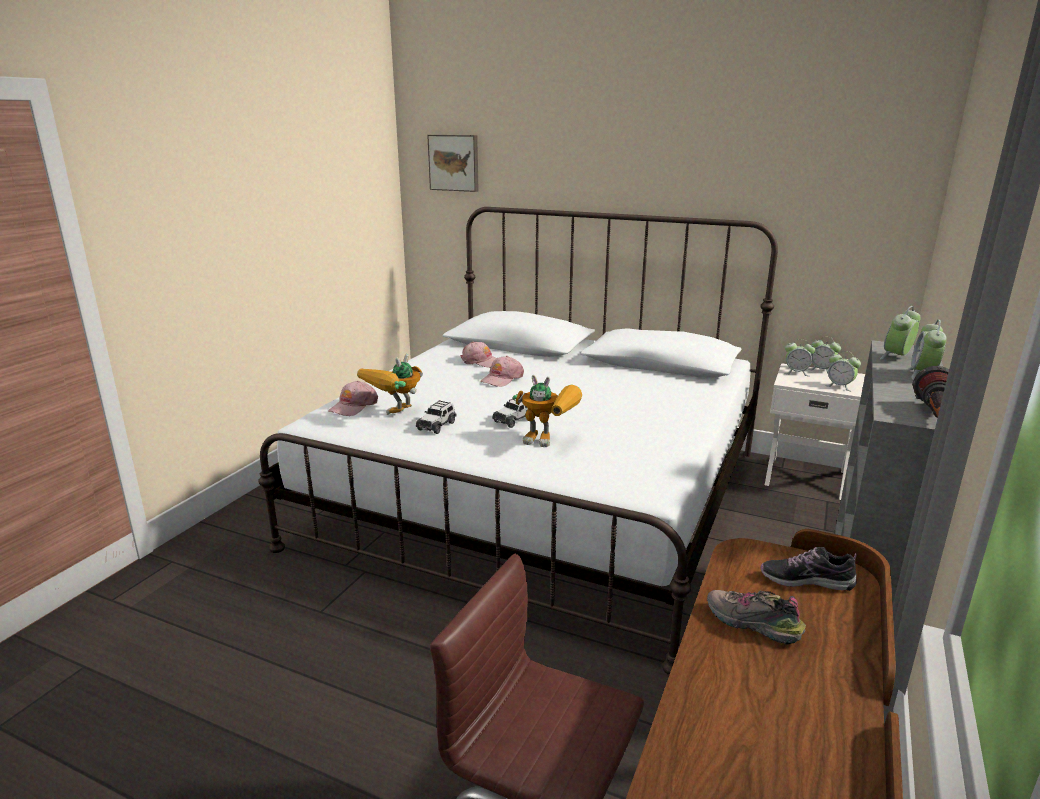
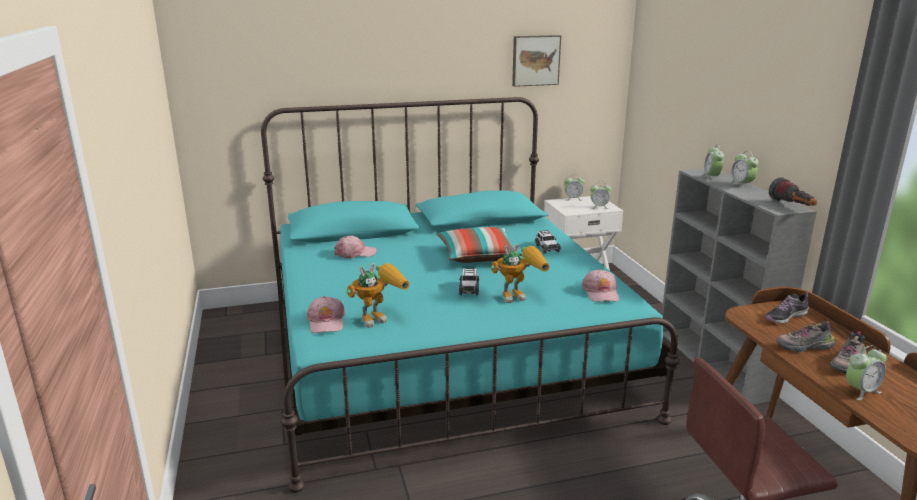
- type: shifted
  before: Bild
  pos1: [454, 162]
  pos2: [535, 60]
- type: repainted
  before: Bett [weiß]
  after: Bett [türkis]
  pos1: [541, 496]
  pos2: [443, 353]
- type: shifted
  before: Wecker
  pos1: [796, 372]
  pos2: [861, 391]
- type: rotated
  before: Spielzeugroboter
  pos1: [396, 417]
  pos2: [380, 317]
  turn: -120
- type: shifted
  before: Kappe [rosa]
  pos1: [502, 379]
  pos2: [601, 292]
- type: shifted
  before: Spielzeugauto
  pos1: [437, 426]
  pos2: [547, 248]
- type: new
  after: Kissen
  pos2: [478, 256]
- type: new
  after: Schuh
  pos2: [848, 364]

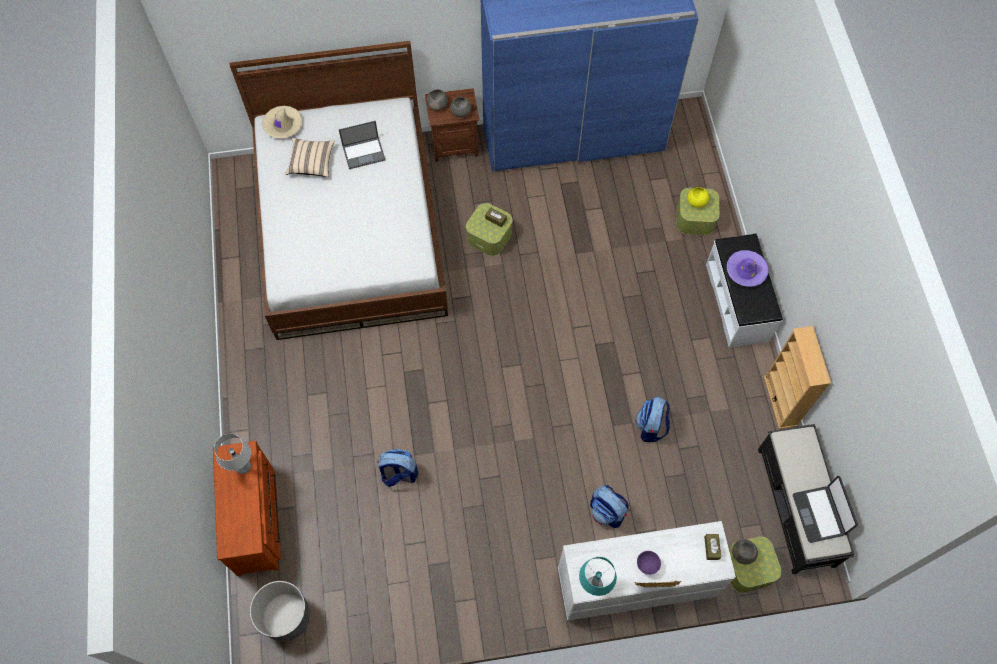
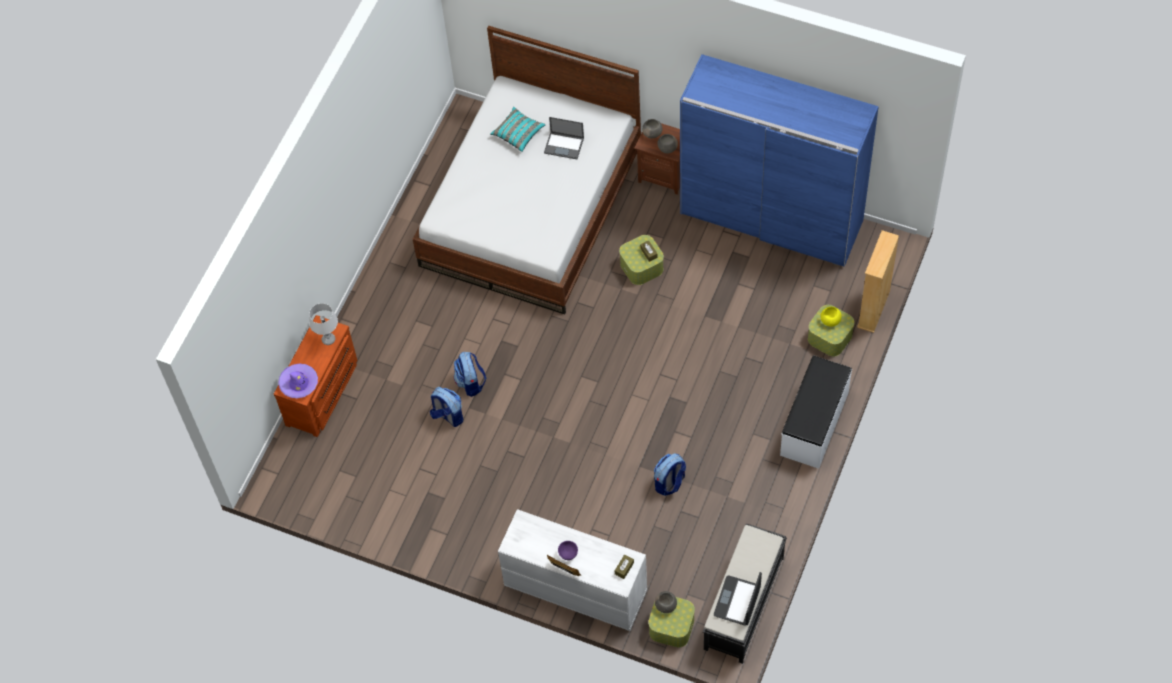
- type: gone
  before: Hut [beige]
  pos1: [283, 125]
- type: repainted
  before: Kissen [beige]
  after: Kissen [türkis]
  pos1: [311, 162]
  pos2: [518, 134]
- type: shifted
  before: Hut [lila]
  pos1: [746, 271]
  pos2: [299, 383]
- type: shifted
  before: Bücherregal [beige]
  pos1: [780, 401]
  pos2: [873, 309]
- type: shifted
  before: Rucksack
  pos1: [607, 512]
  pos2: [471, 382]
- type: gone
  before: Tischlampe [türkis]
  pos1: [594, 585]
- type: gone
  before: Pflanzkübel [grau]
  pos1: [286, 617]

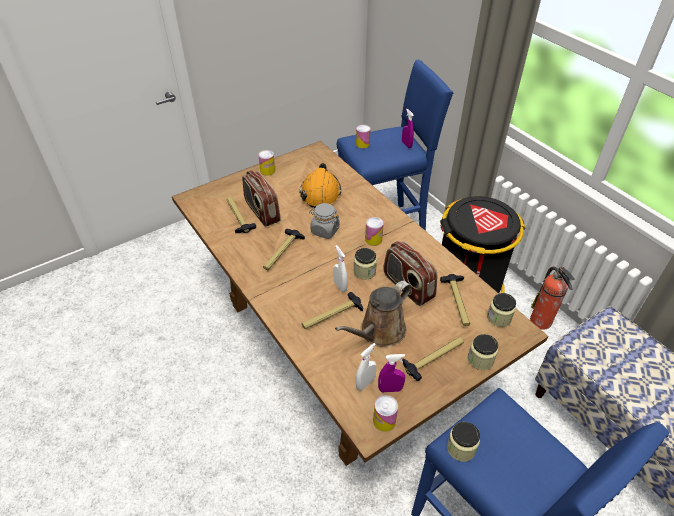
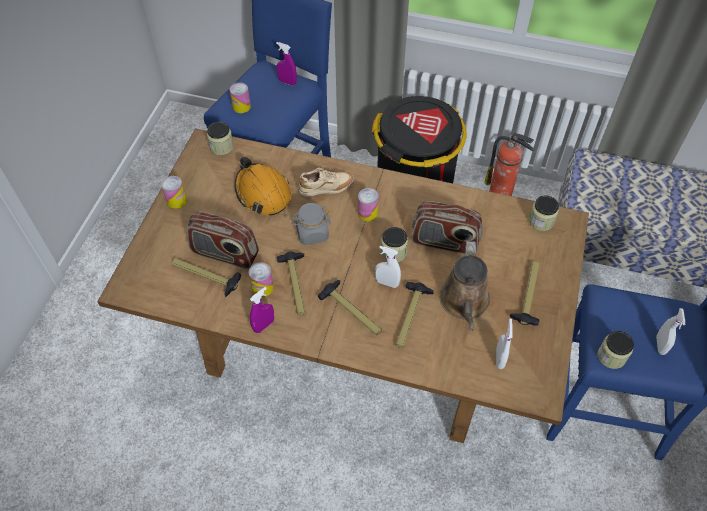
- type: shifted
  before: Hammer
  pos1: [458, 302]
  pos2: [352, 311]
- type: shifted
  before: Vorratsglas
  pos1: [480, 359]
  pos2: [221, 147]
- type: shifted
  before: Sprühflasche [lila]
  pos1: [390, 389]
  pos2: [264, 325]
- type: shifted
  before: Dose
  pos1: [384, 421]
  pos2: [262, 287]
- type: new
  after: Schuh [beige]
  pos2: [326, 189]
- type: new
  after: Sprühflasche [weiß]
  pos2: [660, 345]

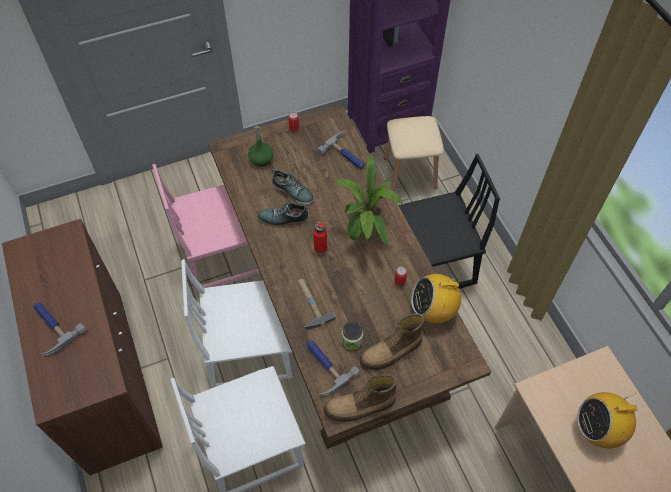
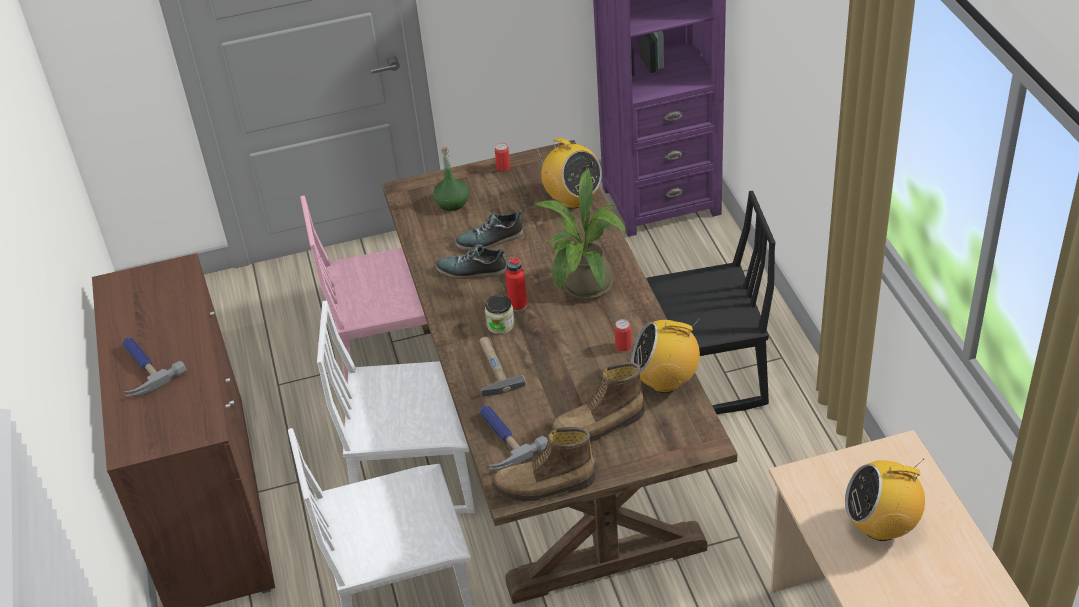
- type: gone
  before: Hocker [beige]
  pos1: [410, 172]
- type: swapped
  before: Hammer
  after: Radio
  pos1: [347, 154]
  pos2: [572, 199]
- type: rotated
  before: Schuh
  pos1: [293, 191]
  pos2: [490, 240]
  turn: 120
- type: shifted
  before: Vorratsglas
  pos1: [352, 340]
  pos2: [500, 325]

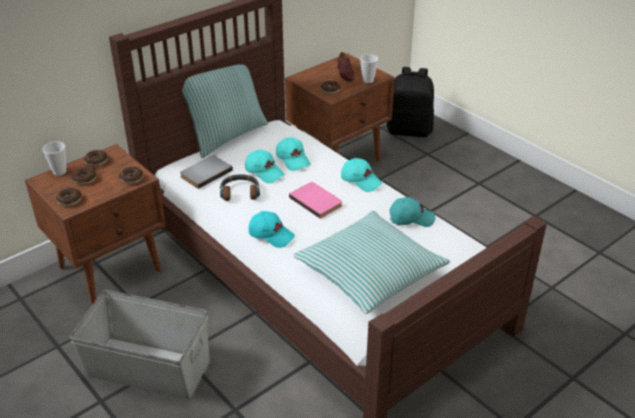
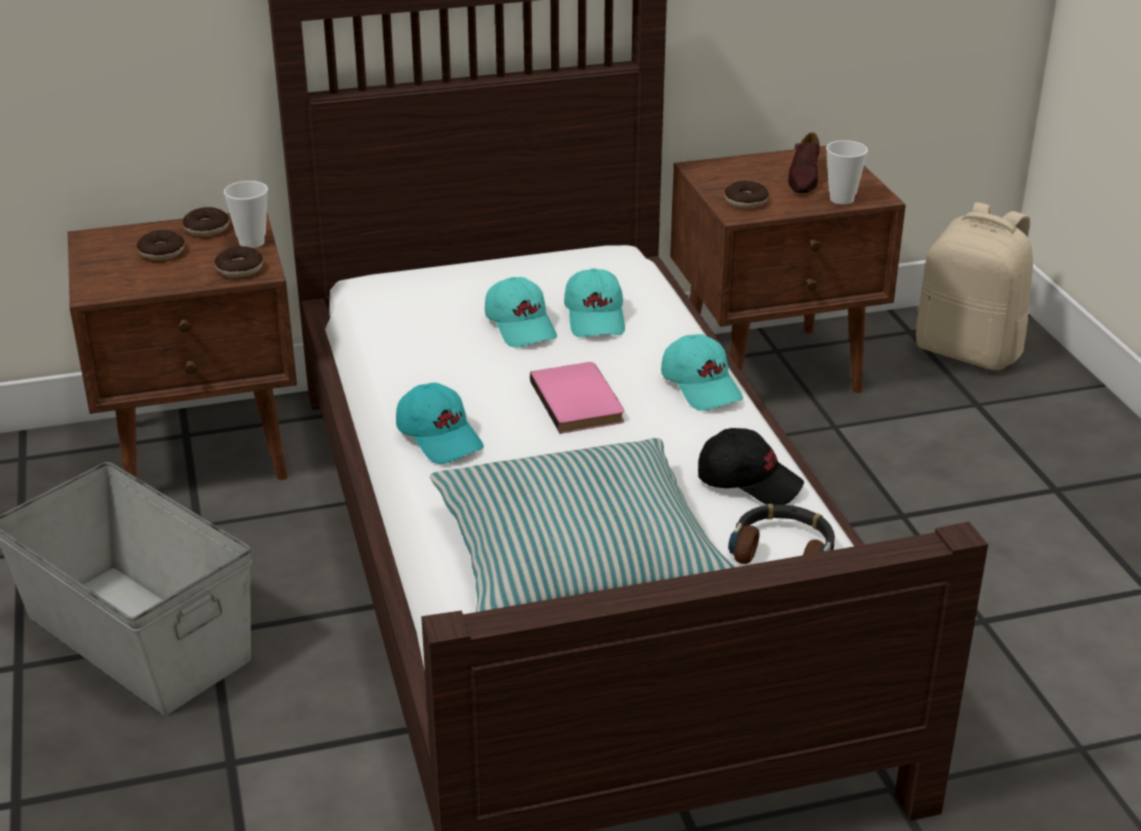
- type: gone
  before: Kissen
  pos1: [225, 135]
- type: repainted
  before: Rucksack [schwarz]
  after: Rucksack [beige]
  pos1: [409, 130]
  pos2: [969, 351]
- type: shifted
  before: Tasse
  pos1: [59, 172]
  pos2: [252, 242]
- type: gone
  before: Buch [grau]
  pos1: [205, 173]
- type: shifted
  before: Kopfhörer
  pos1: [240, 192]
  pos2: [783, 550]
- type: gone
  before: Donut
  pos1: [69, 200]
- type: repainted
  before: Kappe [türkis]
  after: Kappe [schwarz]
  pos1: [411, 218]
  pos2: [749, 482]

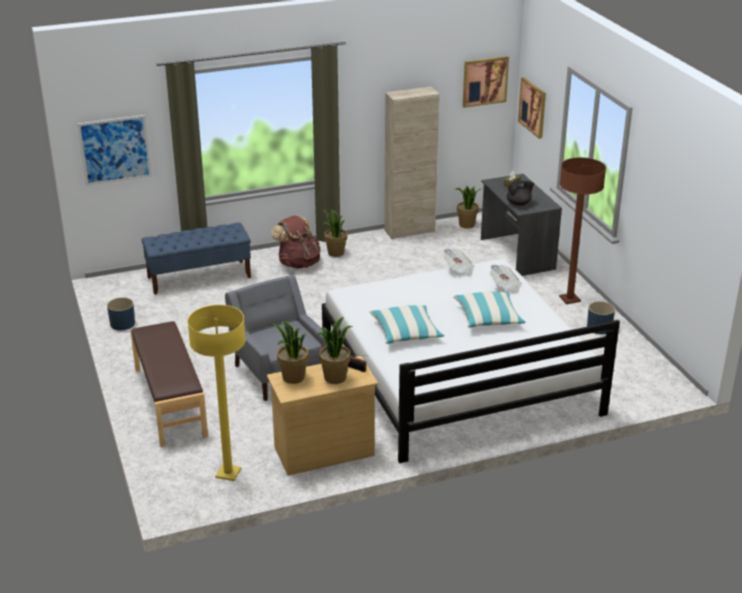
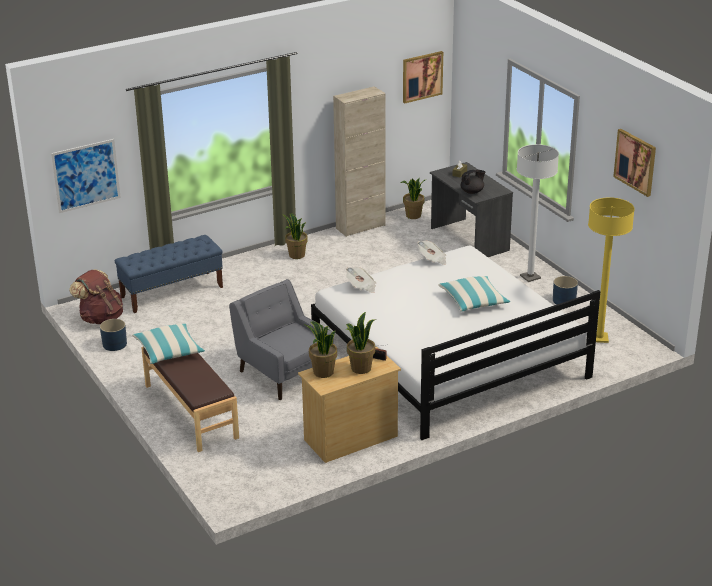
- type: shifted
  before: Bild
  pos1: [533, 107]
  pos2: [635, 162]
- type: repainted
  before: Stehlampe [braun]
  after: Stehlampe [weiß]
  pos1: [569, 299]
  pos2: [530, 277]
- type: shifted
  before: Rucksack [braun]
  pos1: [298, 263]
  pos2: [100, 318]
- type: shifted
  before: Zeitung
  pos1: [505, 287]
  pos2: [361, 287]
- type: shifted
  before: Stehlampe [gelb]
  pos1: [228, 473]
  pos2: [599, 338]
- type: shifted
  before: Kissen
  pos1: [406, 332]
  pos2: [168, 351]

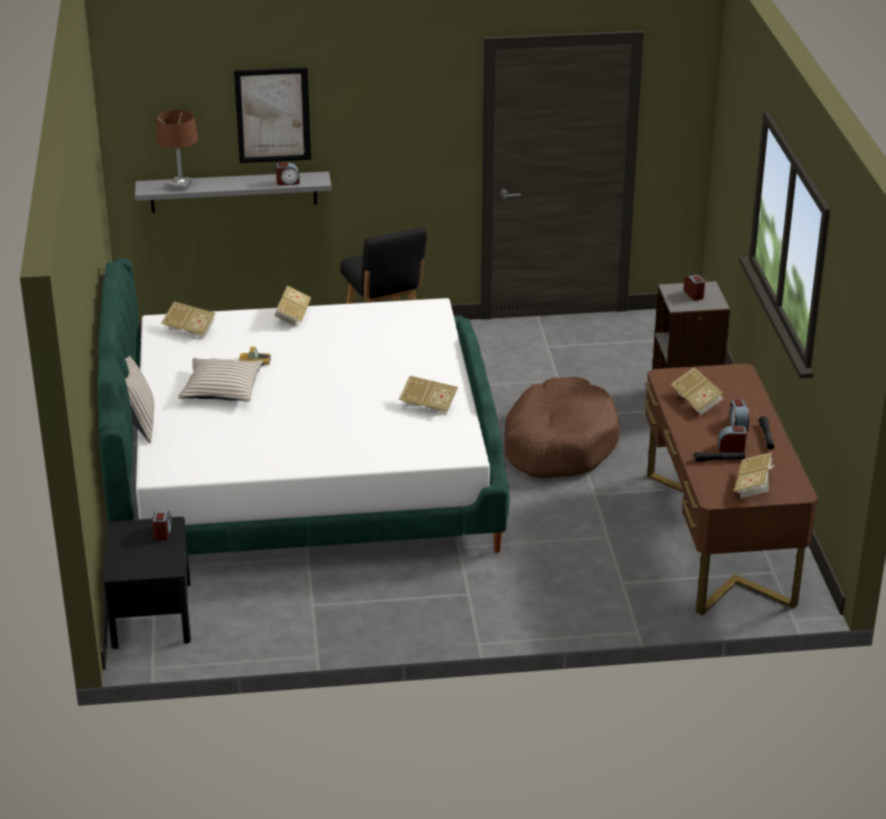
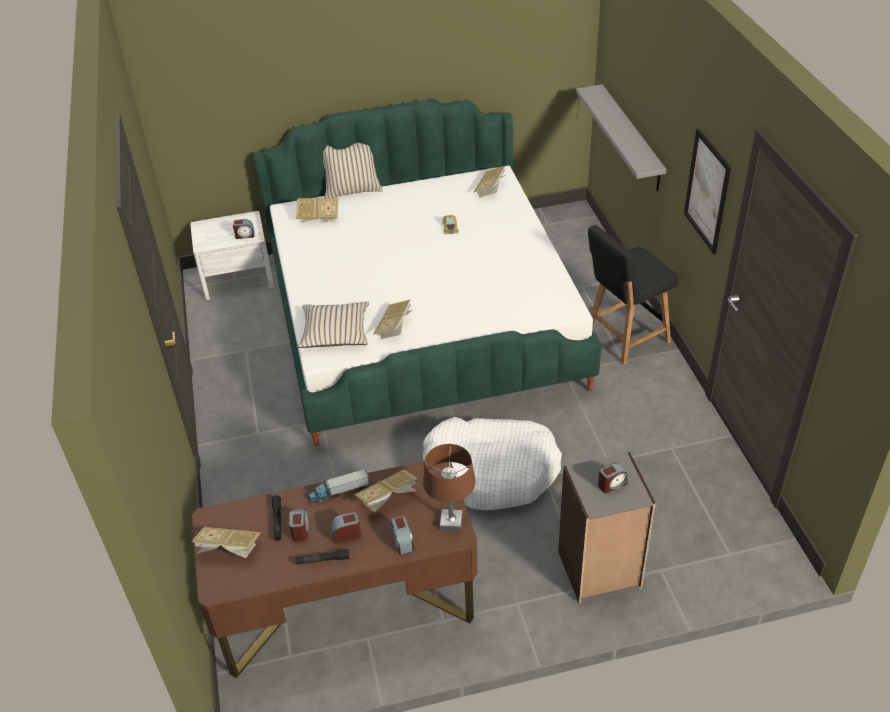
- type: shifted
  before: Bild
  pos1: [273, 115]
  pos2: [707, 191]
- type: shifted
  before: Tischlampe [braun]
  pos1: [180, 186]
  pos2: [451, 522]
- type: shifted
  before: Wecker
  pos1: [288, 182]
  pos2: [402, 542]
- type: shifted
  before: Buch
  pos1: [293, 316]
  pos2: [319, 218]
- type: shifted
  before: Kissen [beige]
  pos1: [221, 388]
  pos2: [335, 332]
- type: repainted
  before: Hundebett [braun]
  after: Hundebett [weiß]
  pos1: [559, 444]
  pos2: [491, 471]
- type: repainted
  before: Nachttisch [schwarz]
  after: Nachttisch [weiß]
  pos1: [151, 614]
  pos2: [237, 277]
- type: new
  after: Spielzeuglaster
  pos2: [339, 492]

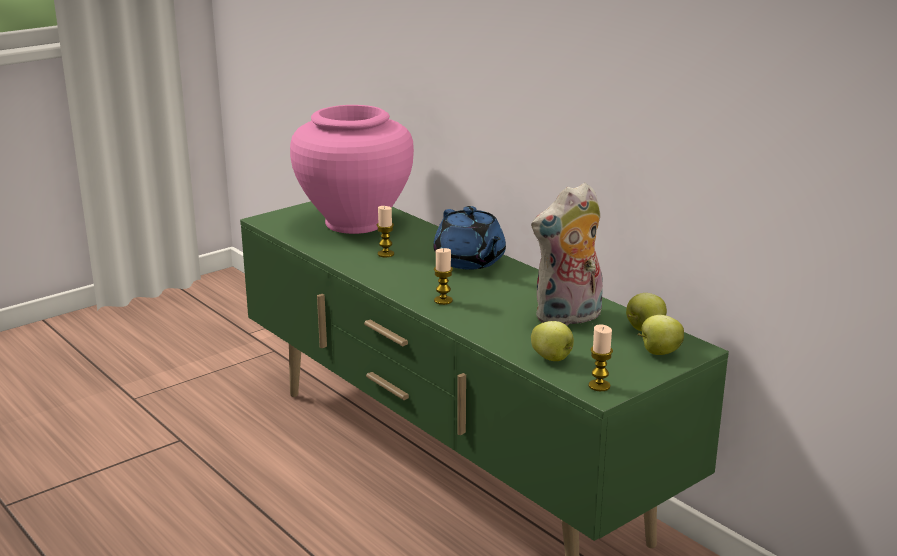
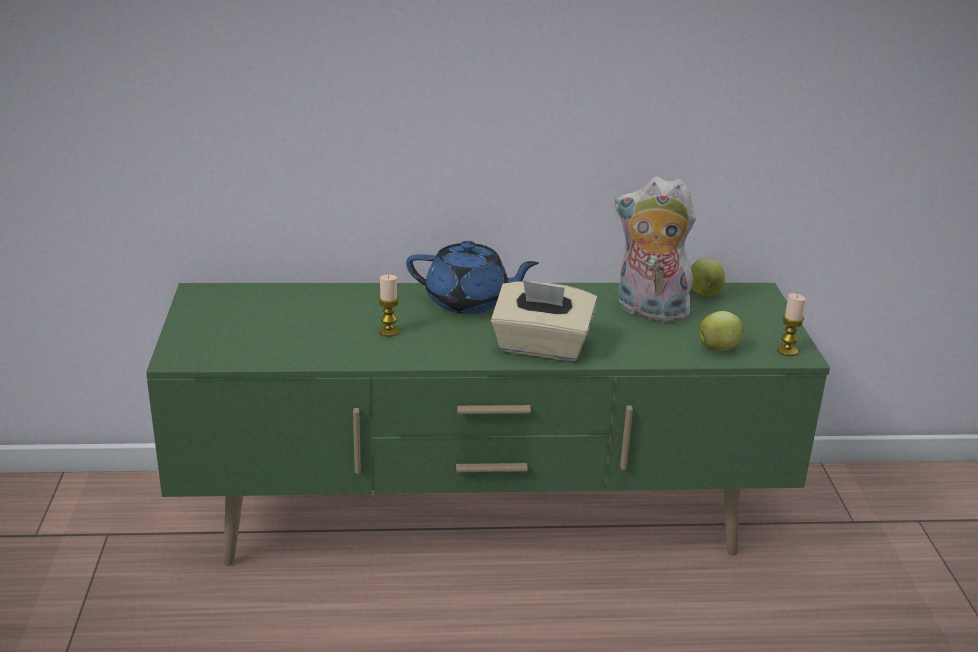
- type: gone
  before: Vase [rosa]
  pos1: [355, 223]
- type: rotated
  before: Plüschtier
  pos1: [568, 318]
  pos2: [648, 311]
  turn: 105
- type: swapped
  before: Kerze
  after: Taschentuchbox [beige]
  pos1: [443, 300]
  pos2: [541, 347]
- type: gone
  before: Apfel
  pos1: [658, 352]

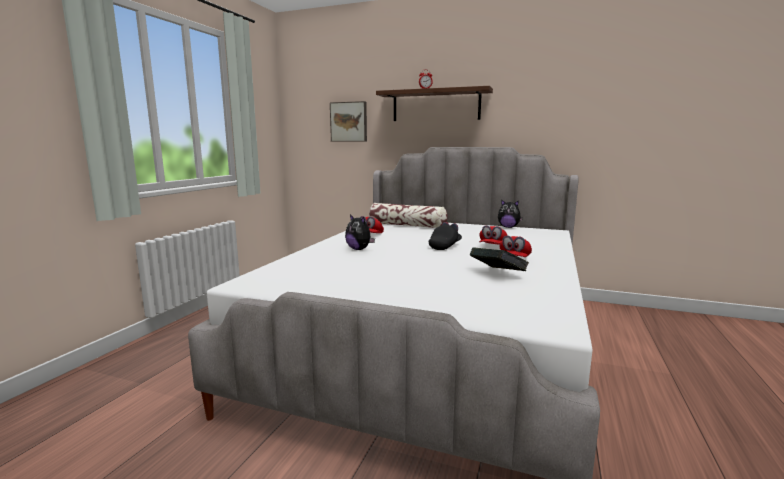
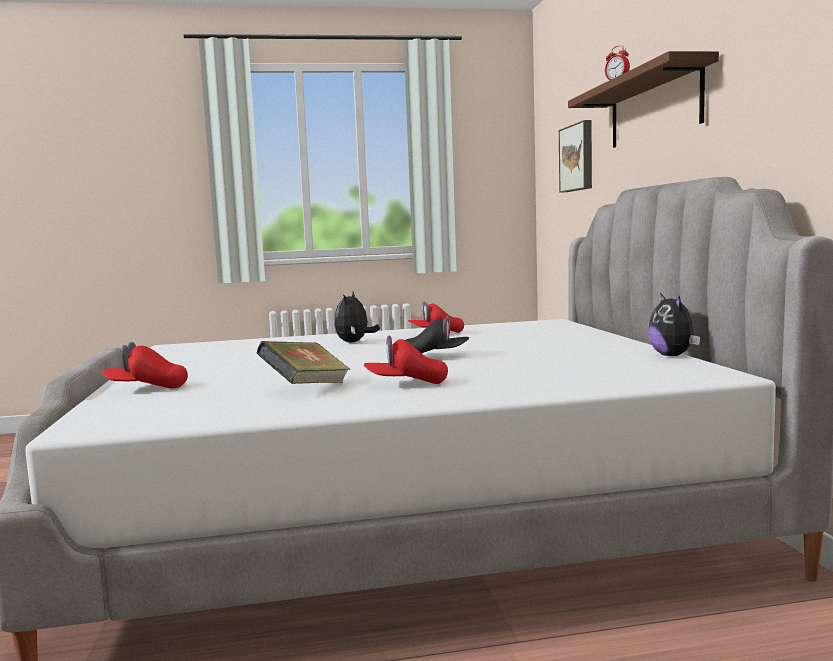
- type: gone
  before: Kissen
  pos1: [407, 225]
- type: shifted
  before: Kappe [rot]
  pos1: [492, 247]
  pos2: [147, 388]

